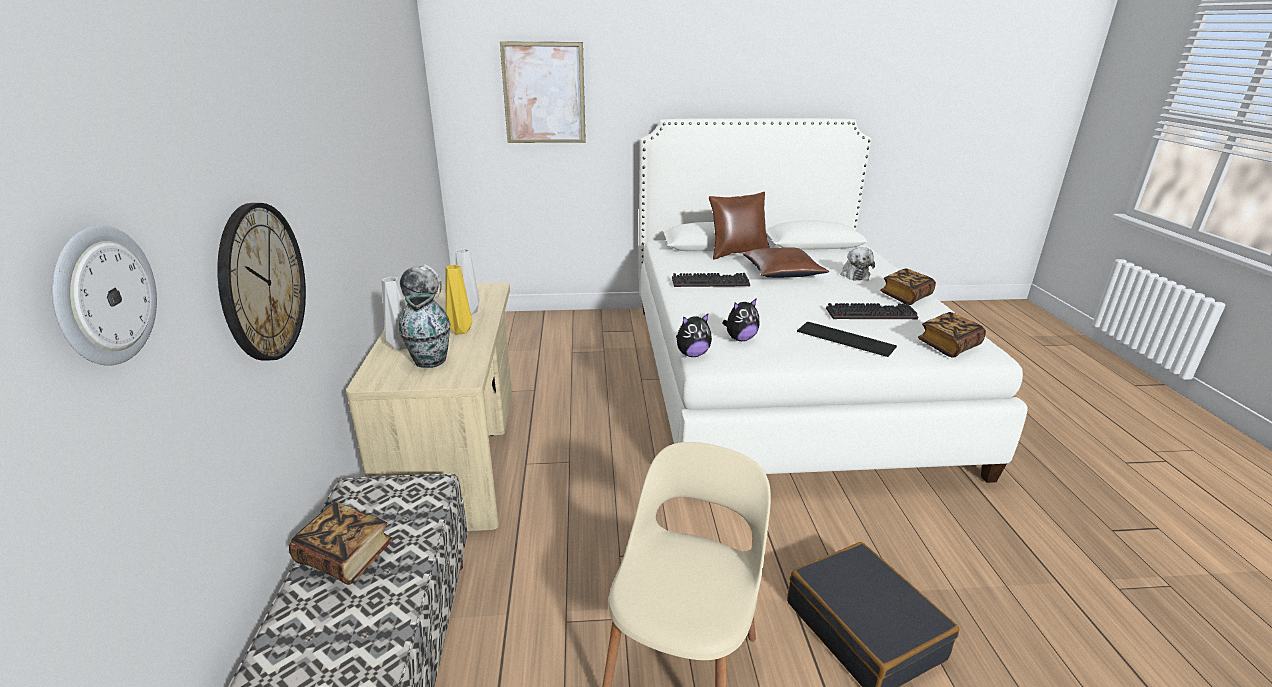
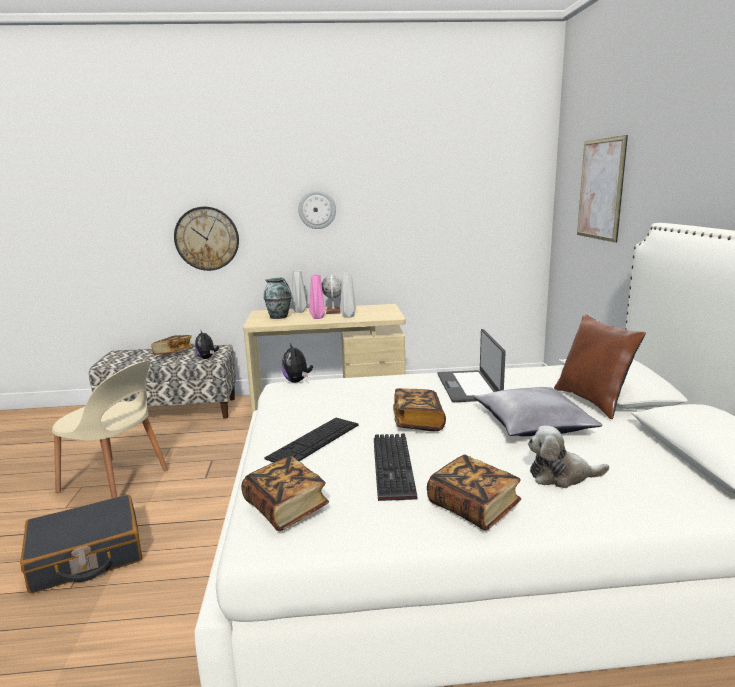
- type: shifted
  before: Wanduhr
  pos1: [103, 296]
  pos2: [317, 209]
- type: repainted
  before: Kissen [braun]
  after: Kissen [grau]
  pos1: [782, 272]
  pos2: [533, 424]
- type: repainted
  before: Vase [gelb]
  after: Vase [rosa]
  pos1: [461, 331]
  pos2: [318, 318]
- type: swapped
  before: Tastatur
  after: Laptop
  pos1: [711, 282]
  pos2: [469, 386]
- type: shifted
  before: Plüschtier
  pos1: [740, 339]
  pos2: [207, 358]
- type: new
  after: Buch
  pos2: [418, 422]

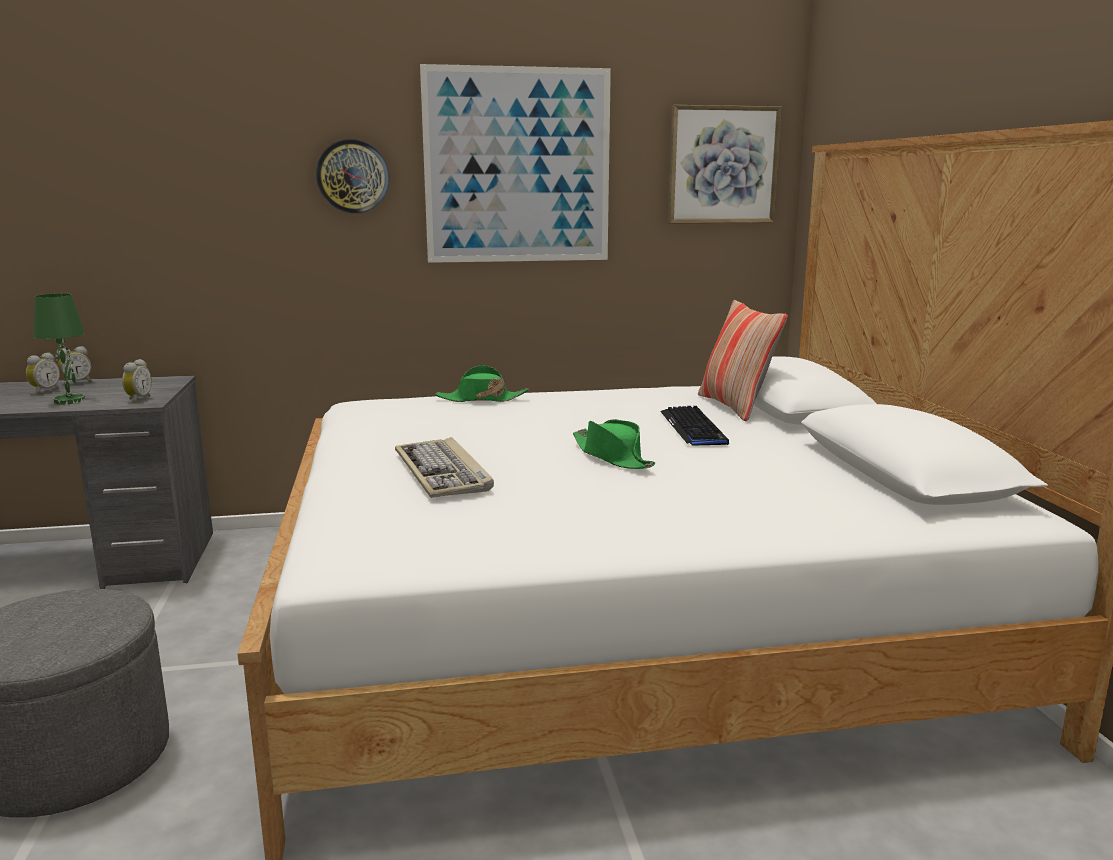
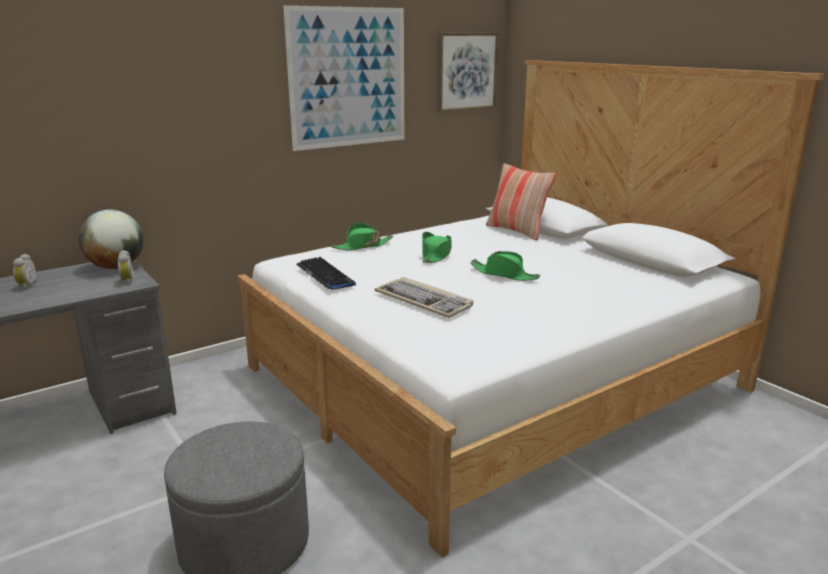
- type: gone
  before: Wanduhr
  pos1: [353, 176]
- type: gone
  before: Tischlampe [grün]
  pos1: [69, 400]
- type: gone
  before: Wecker
  pos1: [77, 383]
- type: shifted
  before: Tastatur
  pos1: [693, 428]
  pos2: [325, 275]
- type: new
  after: Globus
  pos2: [116, 267]
- type: new
  after: Hut [grün]
  pos2: [436, 255]

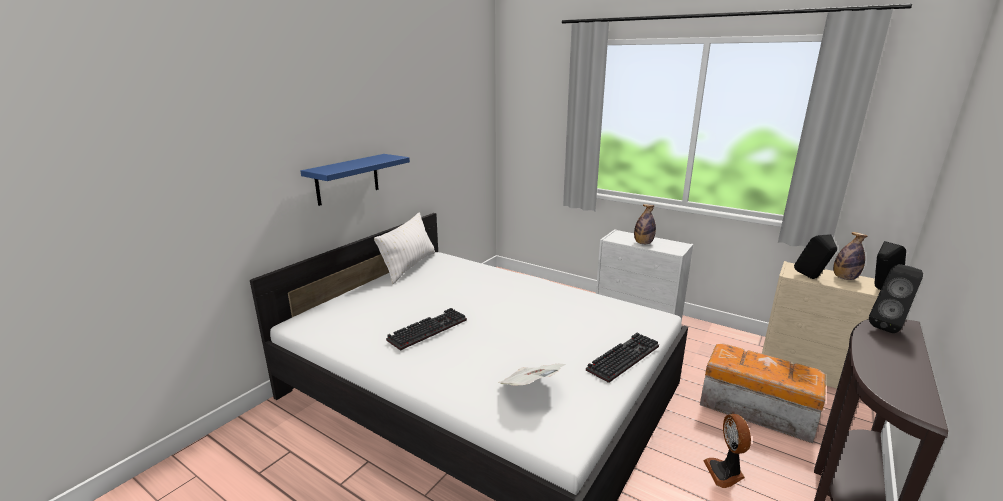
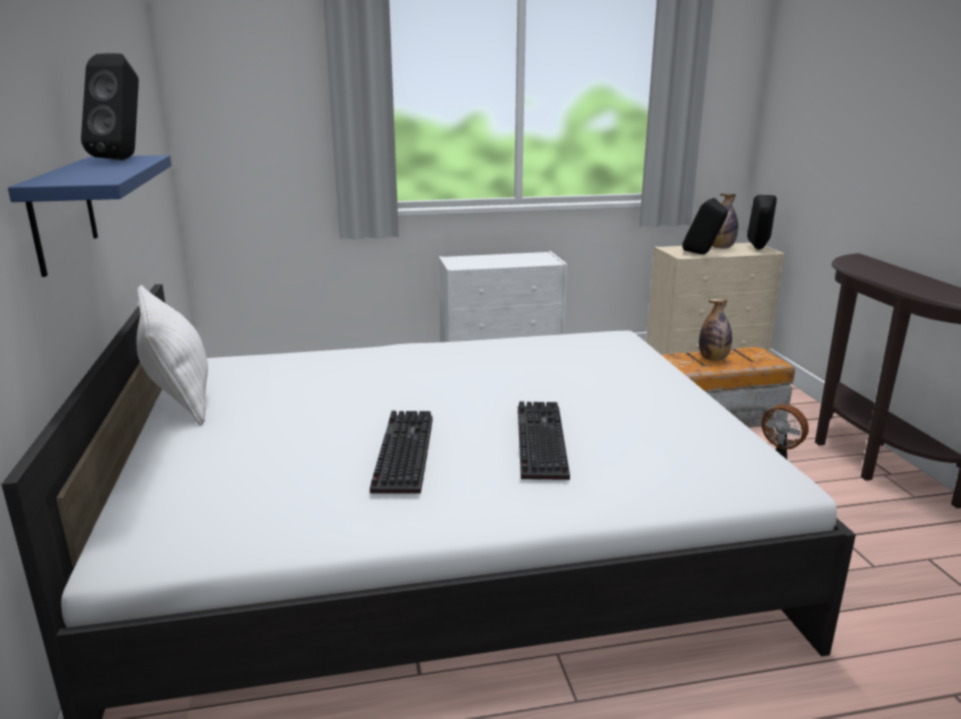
- type: shifted
  before: Flasche
  pos1: [643, 243]
  pos2: [713, 359]
- type: shifted
  before: Lautsprecher [schwarz]
  pos1: [889, 327]
  pos2: [124, 159]
- type: shifted
  before: Tastatur
  pos1: [623, 357]
  pos2: [538, 441]
- type: gone
  before: Zeitung
  pos1: [530, 388]

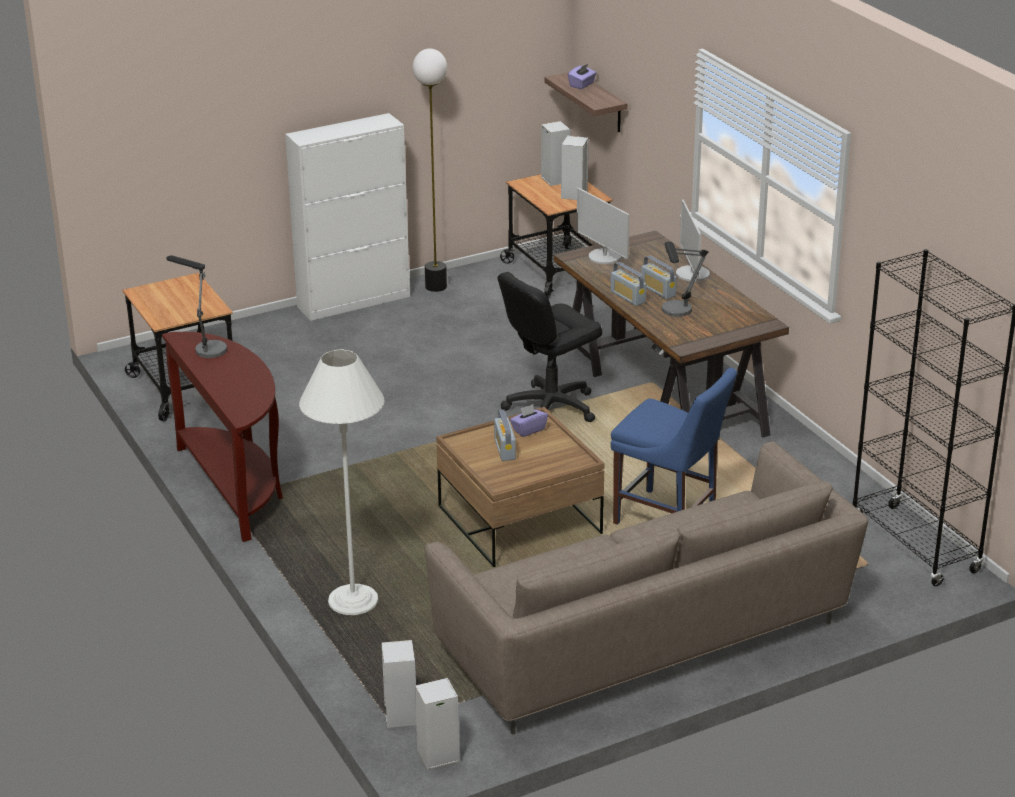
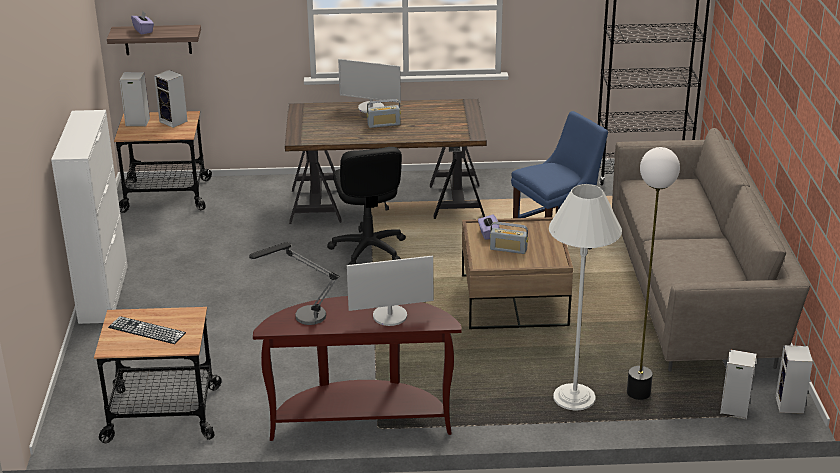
- type: shifted
  before: Stehlampe
  pos1: [436, 286]
  pos2: [638, 393]
- type: shifted
  before: Monitor
  pos1: [604, 257]
  pos2: [390, 316]
- type: gone
  before: Tischlampe
  pos1: [676, 314]
- type: gone
  before: Radio
  pos1: [628, 297]
- type: new
  after: Tastatur
  pos2: [146, 330]

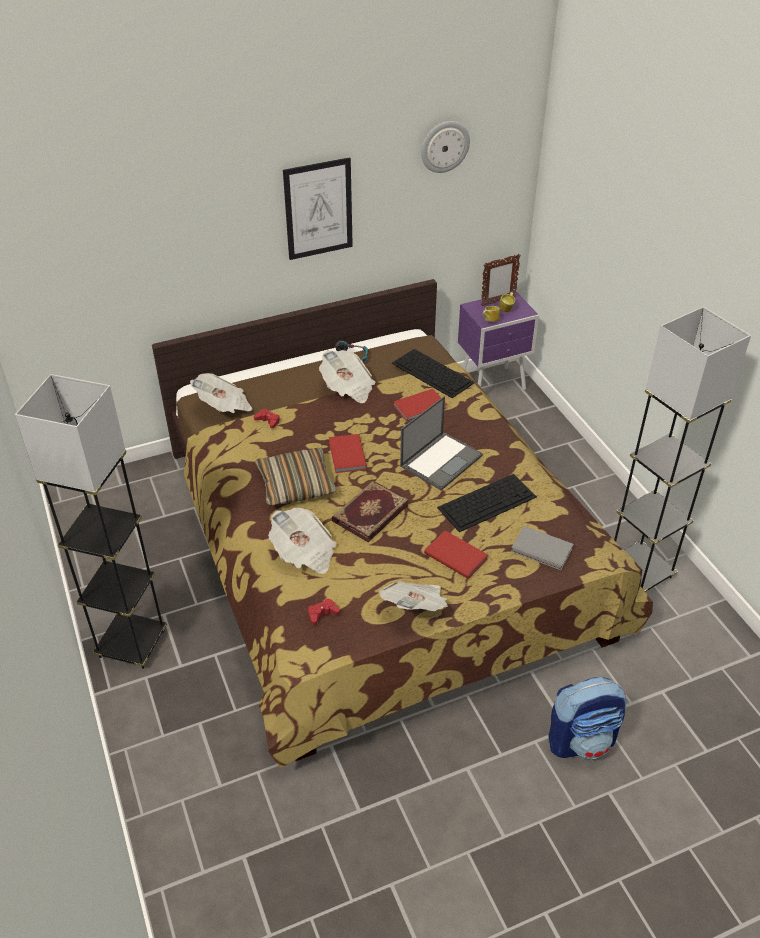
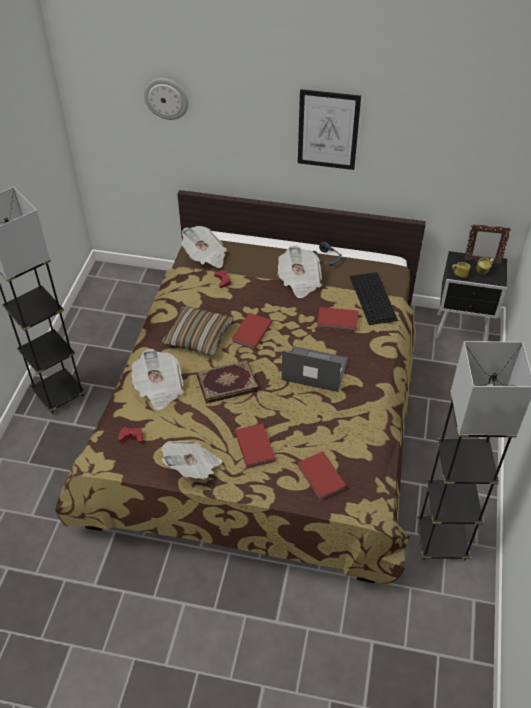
- type: shifted
  before: Wanduhr
  pos1: [444, 146]
  pos2: [166, 98]
- type: repainted
  before: Nachttisch [lila]
  after: Nachttisch [schwarz]
  pos1: [493, 385]
  pos2: [462, 330]
- type: rotated
  before: Laptop
  pos1: [441, 460]
  pos2: [313, 369]
  turn: -150
- type: gone
  before: Tastatur
  pos1: [487, 501]
- type: repainted
  before: Buch [grau]
  after: Buch [rot]
  pos1: [542, 550]
  pos2: [320, 477]
- type: gone
  before: Rucksack
  pos1: [582, 740]

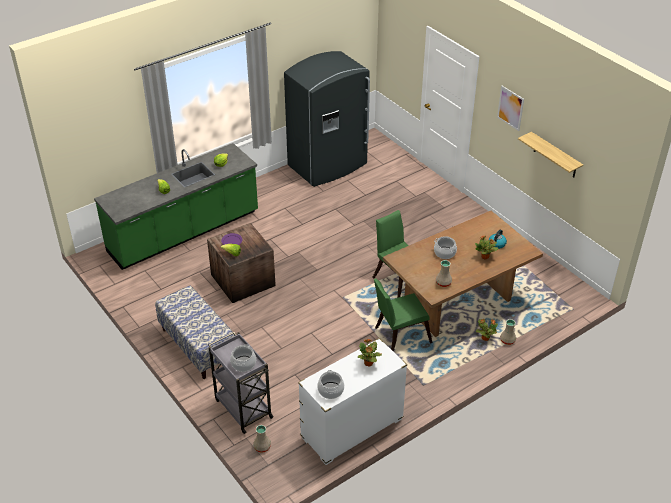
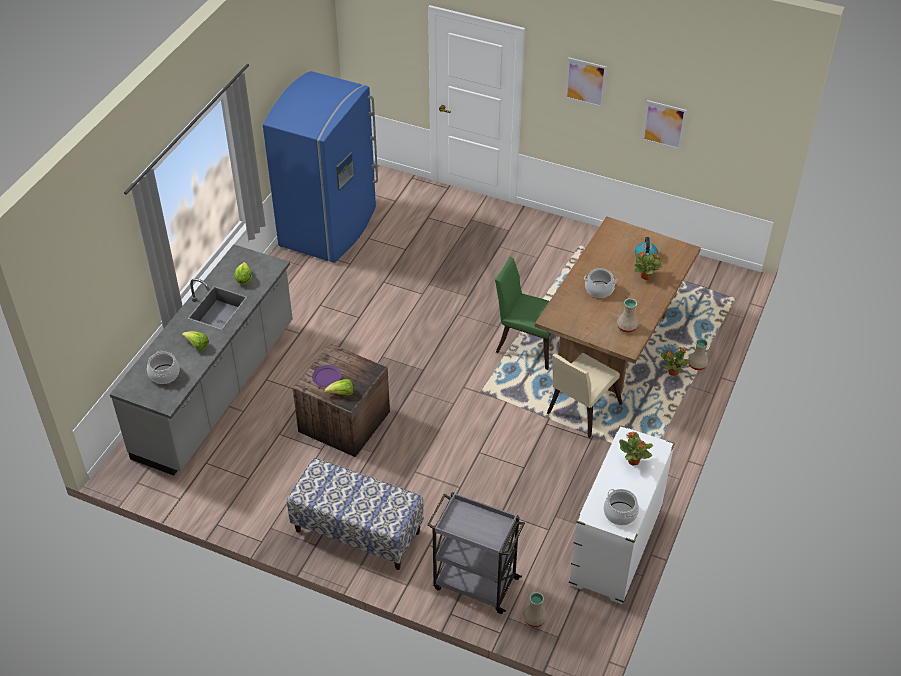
- type: repainted
  before: Kühlschrank [grau]
  after: Kühlschrank [blau]
  pos1: [328, 166]
  pos2: [330, 228]
- type: swapped
  before: Wandregal
  after: Bild
  pos1: [555, 155]
  pos2: [664, 124]
- type: repainted
  before: Küchenzeile [grün]
  after: Küchenzeile [grau]
  pos1: [184, 233]
  pos2: [217, 390]
- type: repainted
  before: Stuhl [grün]
  after: Stuhl [beige]
  pos1: [399, 336]
  pos2: [580, 411]
- type: shifted
  before: Kochtopf
  pos1: [243, 364]
  pos2: [164, 374]

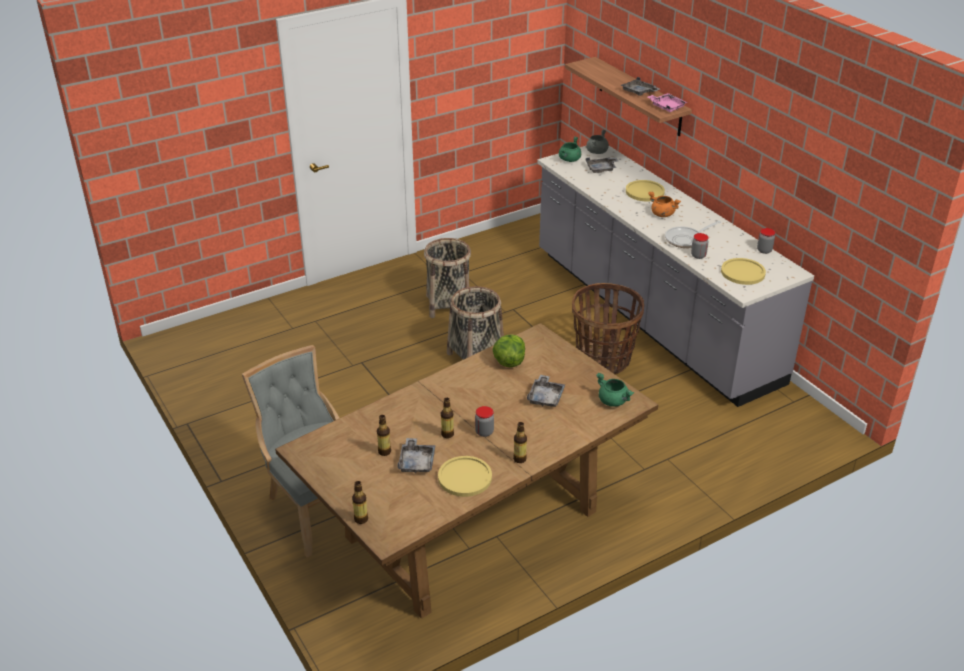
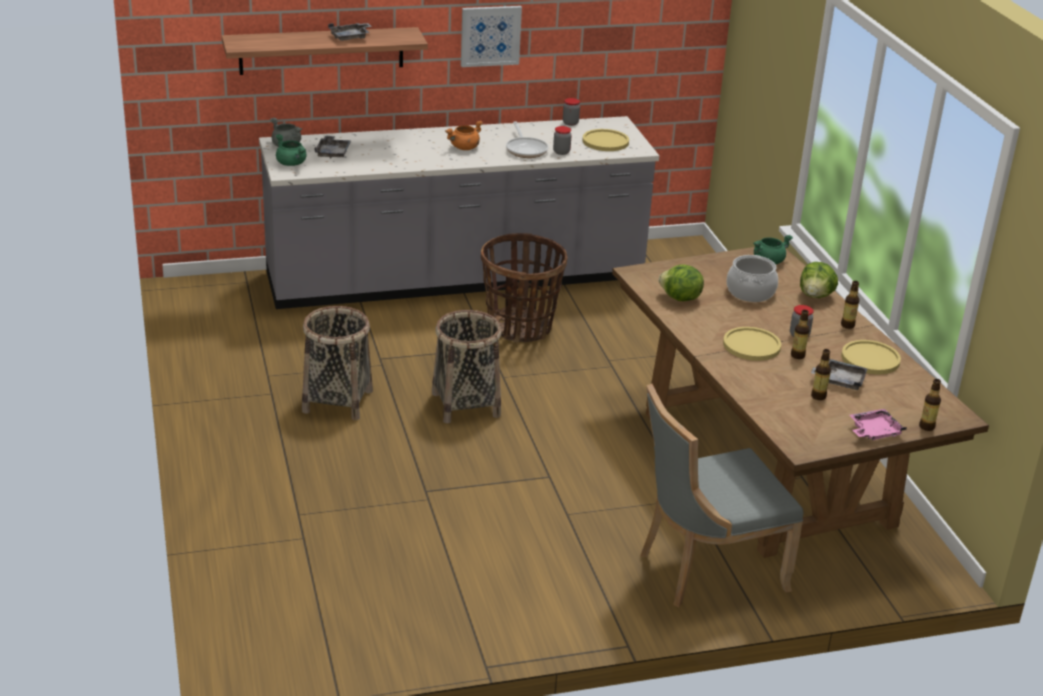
- type: shifted
  before: Tablett [rosa]
  pos1: [666, 107]
  pos2: [873, 432]
- type: shifted
  before: Teller [gelb]
  pos1: [644, 192]
  pos2: [751, 345]
- type: swapped
  before: Tablett [grau]
  after: Kochtopf
  pos1: [546, 397]
  pos2: [750, 292]
- type: new
  after: Bild
  pos2: [490, 35]
- type: new
  after: Salatkopf
  pos2: [816, 296]

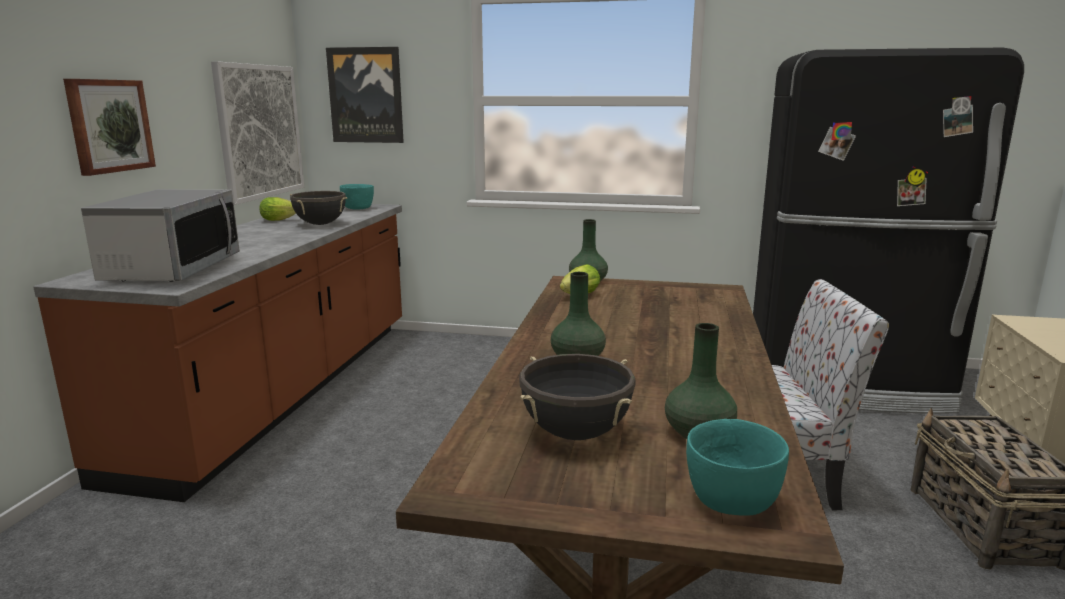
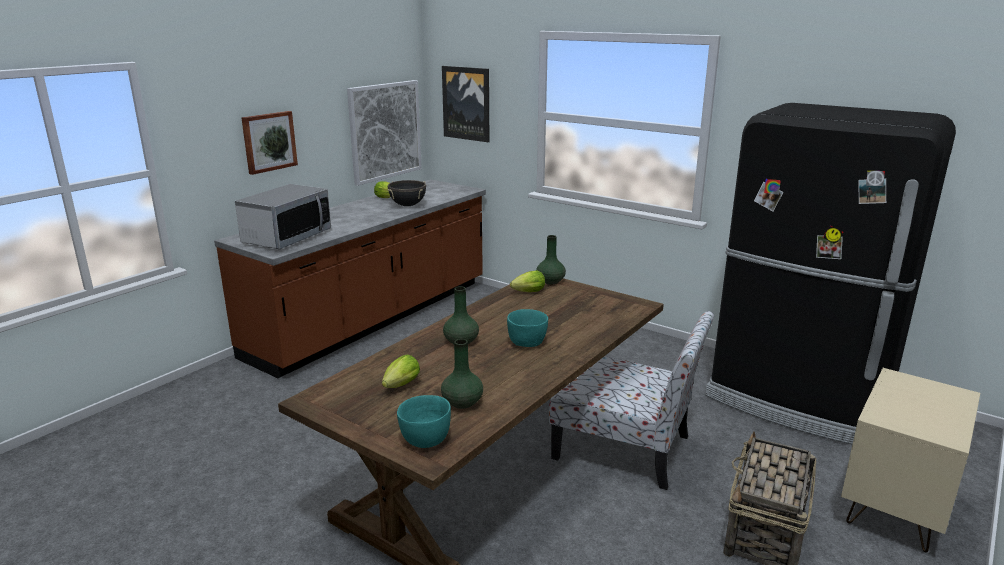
- type: shifted
  before: Schüssel [türkis]
  pos1: [358, 208]
  pos2: [527, 343]
- type: swapped
  before: Kochtopf [schwarz]
  after: Salatkopf
  pos1: [576, 433]
  pos2: [400, 386]

